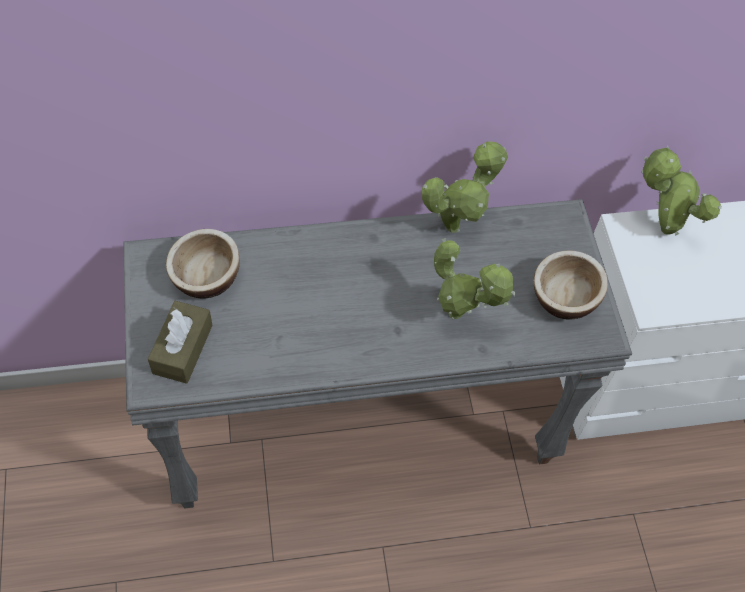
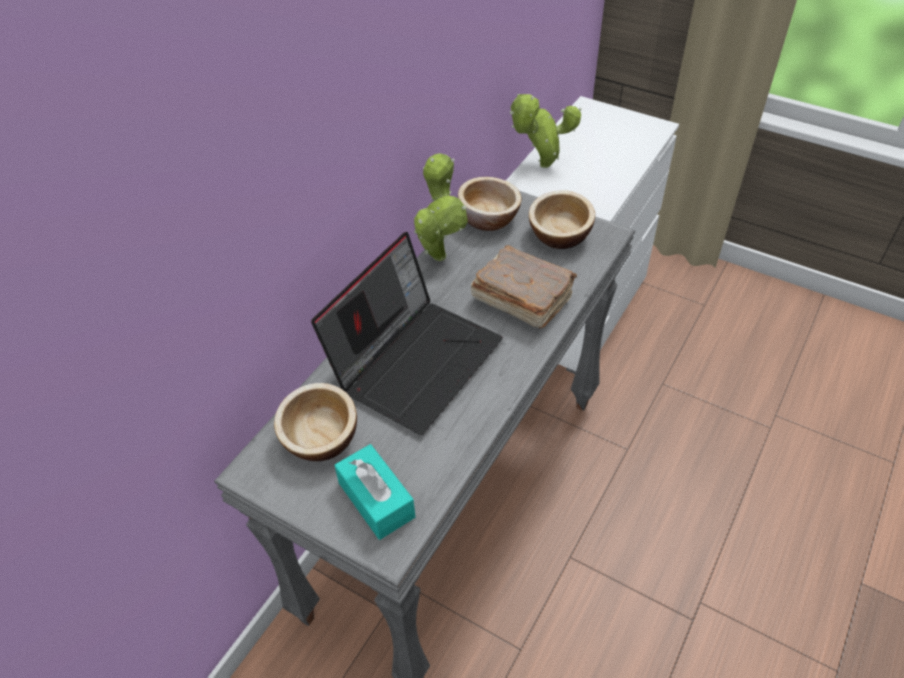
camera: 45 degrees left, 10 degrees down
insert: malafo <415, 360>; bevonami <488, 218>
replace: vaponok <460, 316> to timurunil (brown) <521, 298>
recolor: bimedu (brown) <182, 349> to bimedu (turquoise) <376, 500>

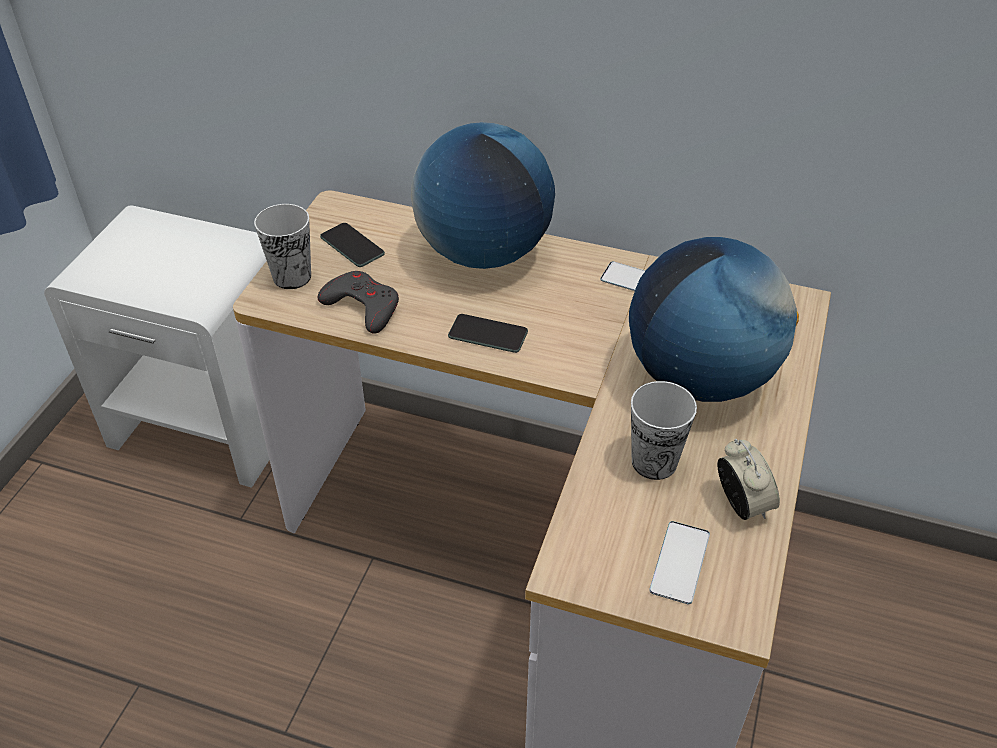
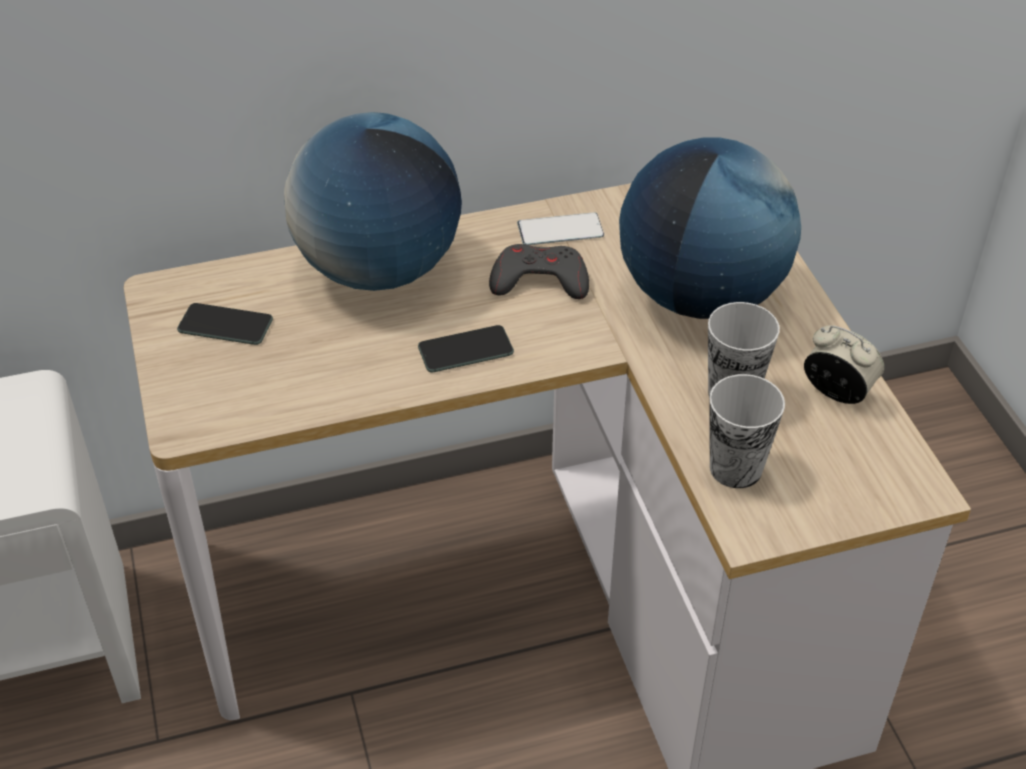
camera: 35 degrees left, 0 degrees up
delete: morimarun <679, 562>
move: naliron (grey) <362, 306> to <539, 280>; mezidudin <292, 277> to <735, 468>

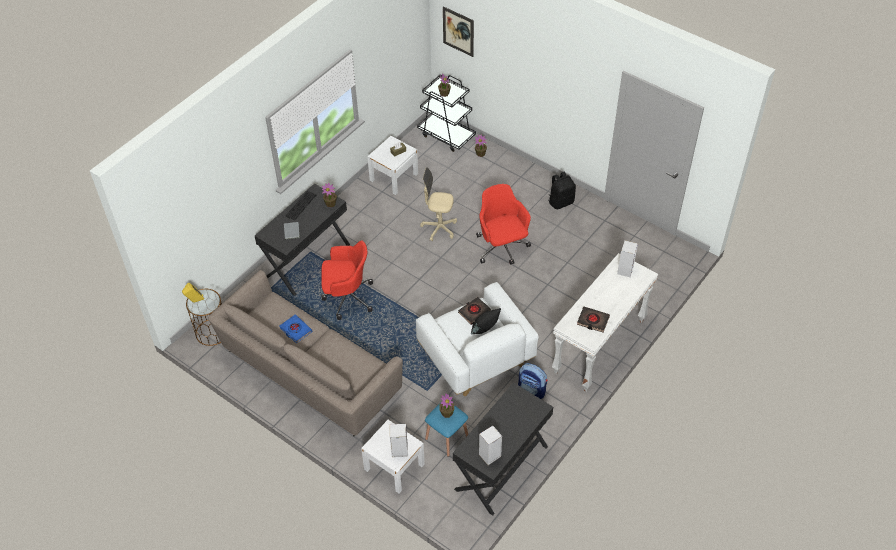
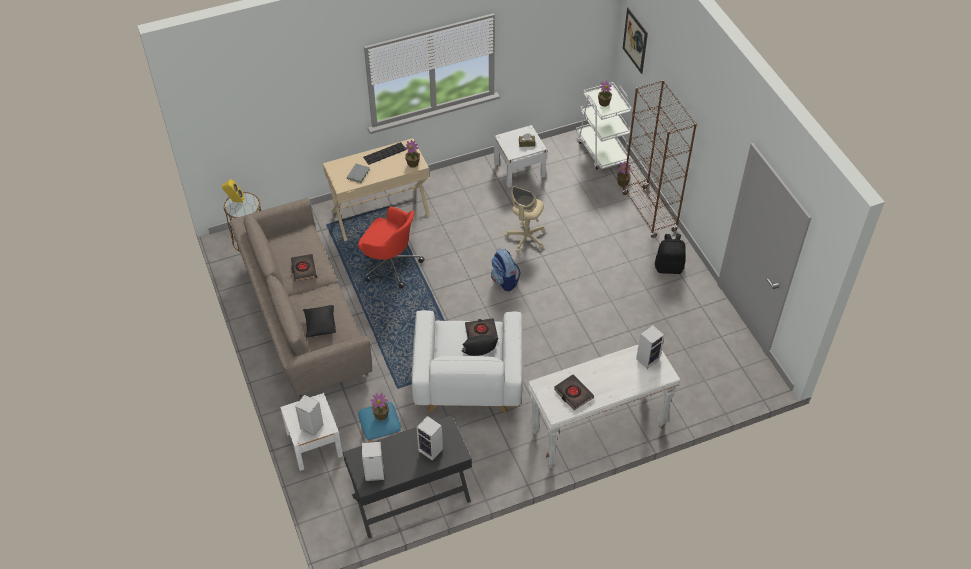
camera: 30 degrees right, 0 degrees up
delete: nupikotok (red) <502, 247>
insert: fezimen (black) <320, 326>; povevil <431, 450>; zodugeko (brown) <649, 212>
move: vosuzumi <532, 390> to <505, 281>
recolor: timurunil (blue) <295, 330> to timurunil (black) <303, 269>; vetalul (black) <307, 260> to vetalul (beige) <380, 213>; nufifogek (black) <446, 135> to nufifogek (white) <602, 150>
rotate: nupikotok (beige) <439, 228> = <526, 238> 105 degrees counterclockwise

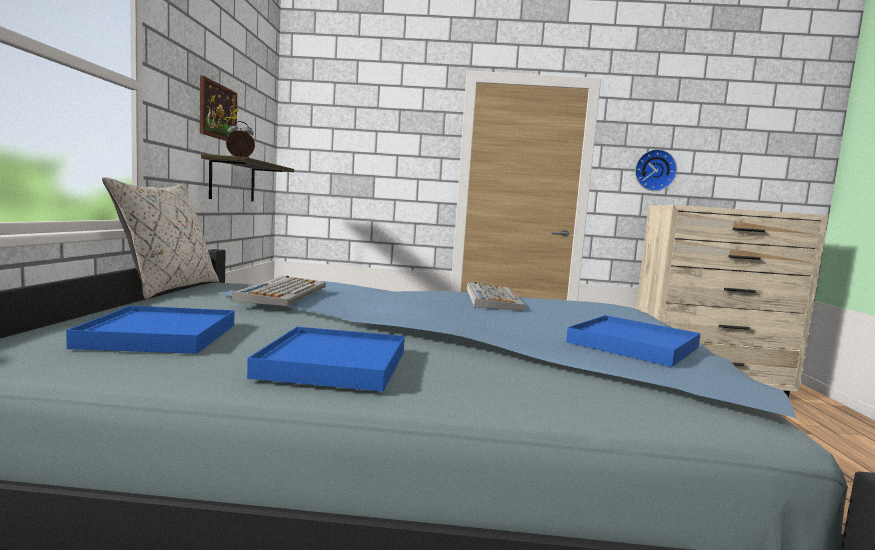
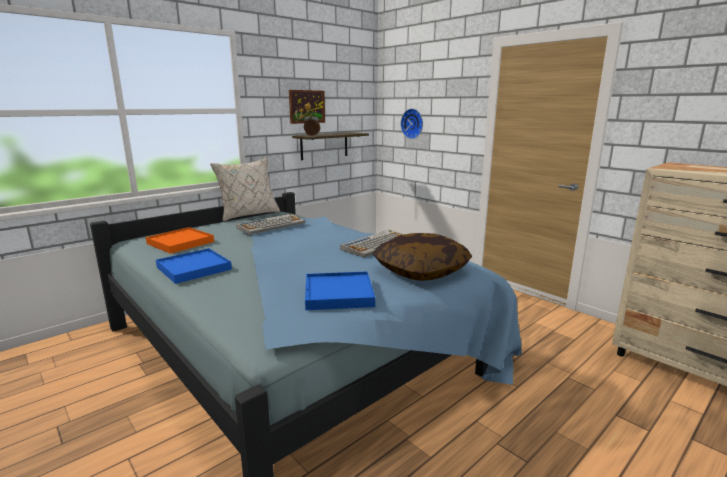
camera: 45 degrees right, 10 degrees up
insert: fezimen <421, 270>
move: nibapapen <654, 170> to <413, 123>
recolor: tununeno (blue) <159, 336> to tununeno (orange) <180, 243>

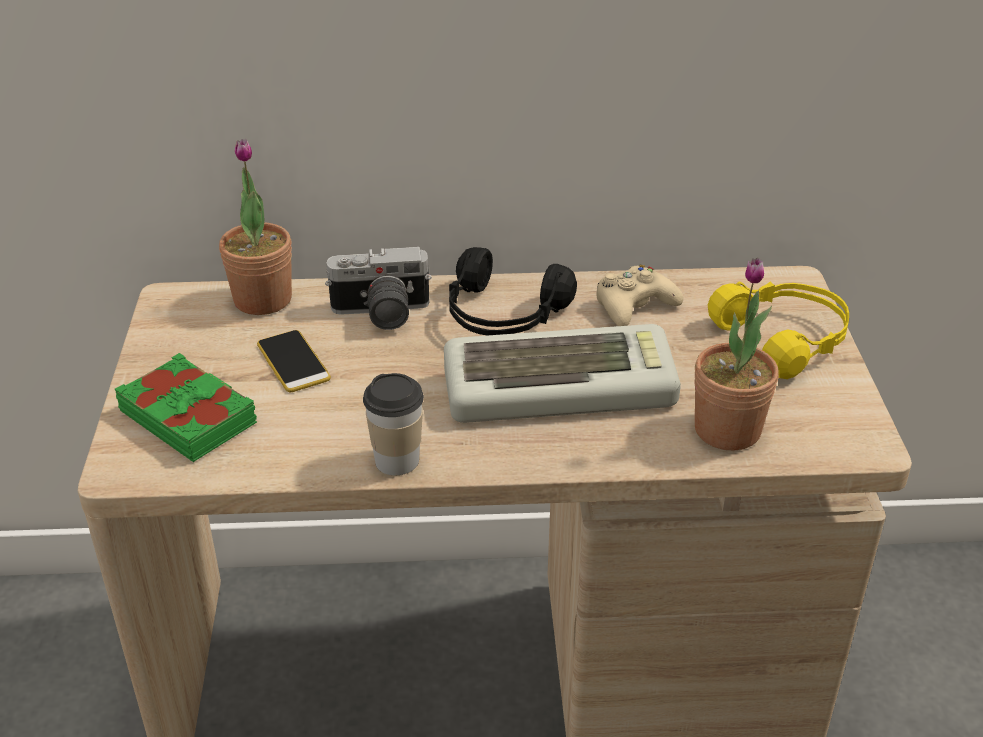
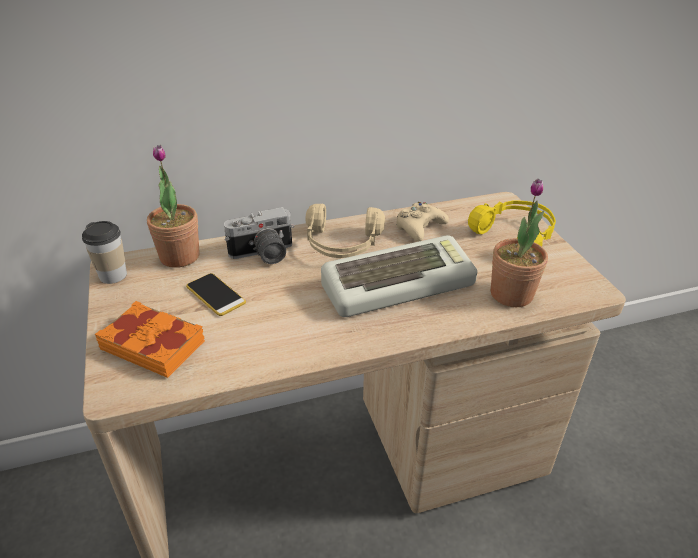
camera: 15 degrees left, 0 degrees up
move: mezidudin <397, 460> to <113, 275>
recolor: timurunil (green) <189, 416> to timurunil (orange) <153, 344>; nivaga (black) <502, 315> to nivaga (beige) <342, 244>

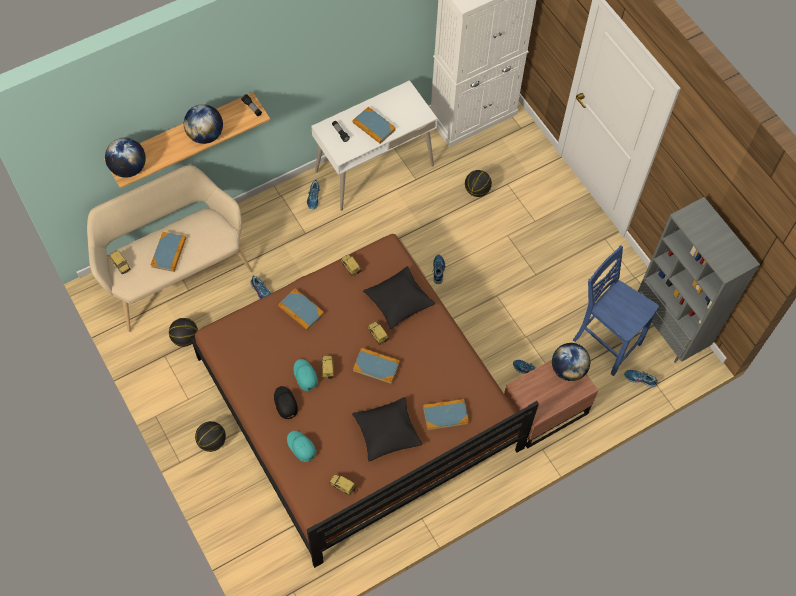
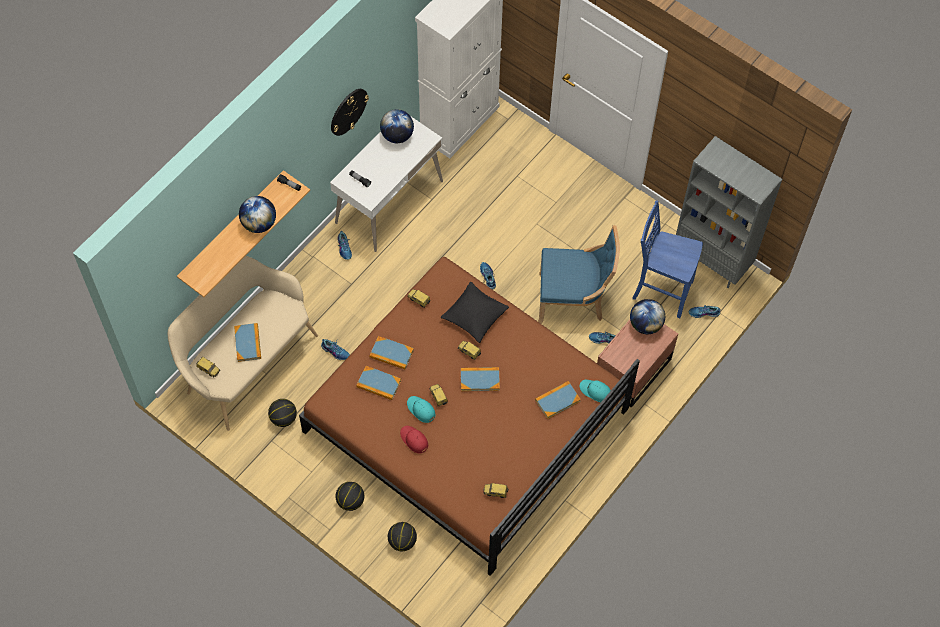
camera: 20 degrees left, 0 degrees up
delete: fezimen (black) <387, 432>
insert: nibapapen <348, 111>; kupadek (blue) <573, 299>
move: timurunil <374, 126> to <378, 384>; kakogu <129, 168> to <397, 135>; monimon <477, 190> to <402, 541>; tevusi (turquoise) <301, 447> to <595, 391>
recolor: tevusi (black) <285, 403> to tevusi (red) <414, 440>

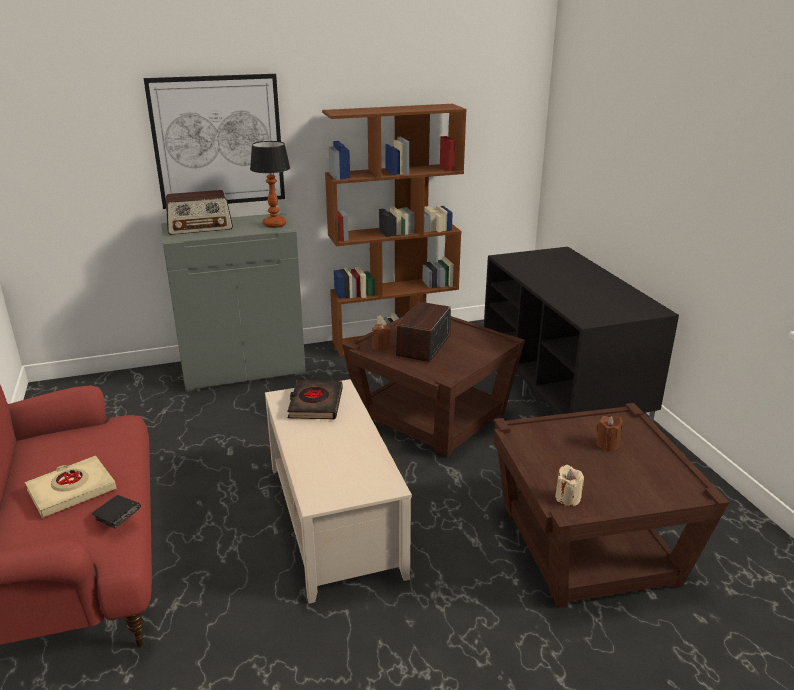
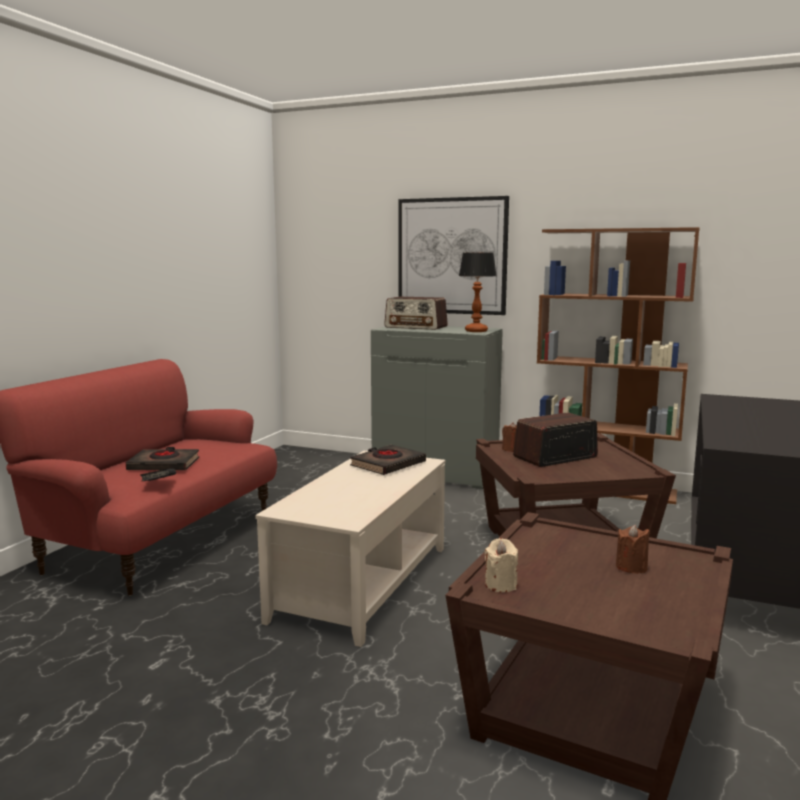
camera: 40 degrees right, 15 degrees down
recolor: timurunil (beige) <72, 490> to timurunil (black) <164, 465>

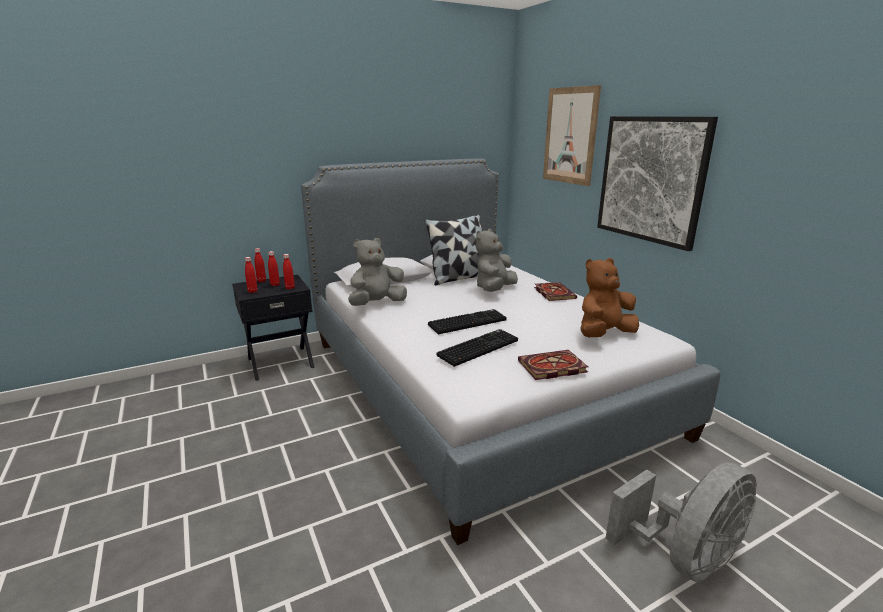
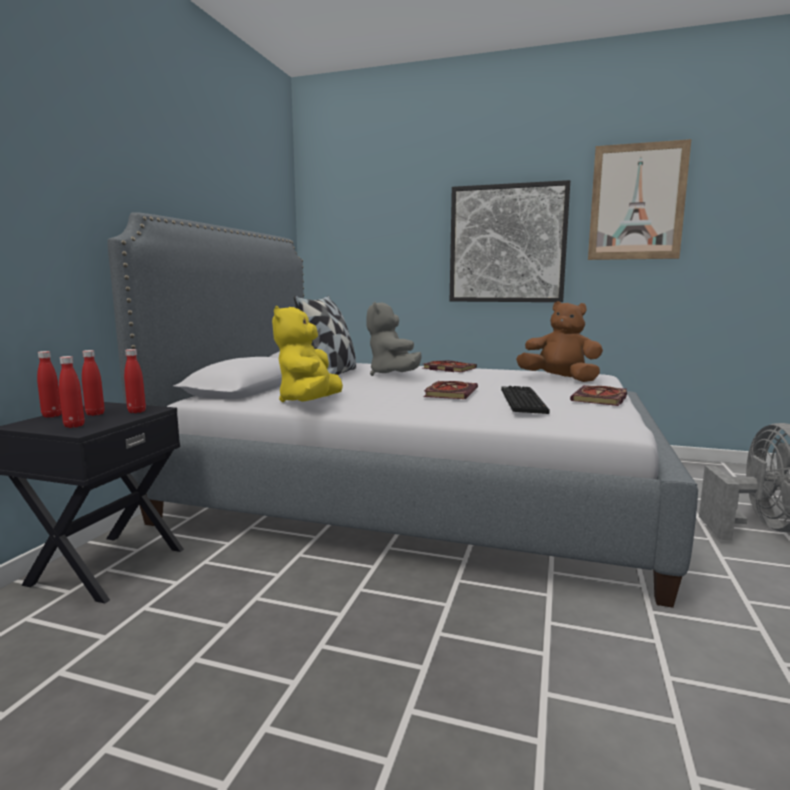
camera: 45 degrees left, 10 degrees down
move: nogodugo <570, 136> to <637, 202>
replace: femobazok <467, 322> to timurunil <450, 393>
recolor: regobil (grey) <377, 304> to regobil (yellow) <309, 402>
rotate: regobil (brown) <603, 334> = <560, 379> 105 degrees clockwise

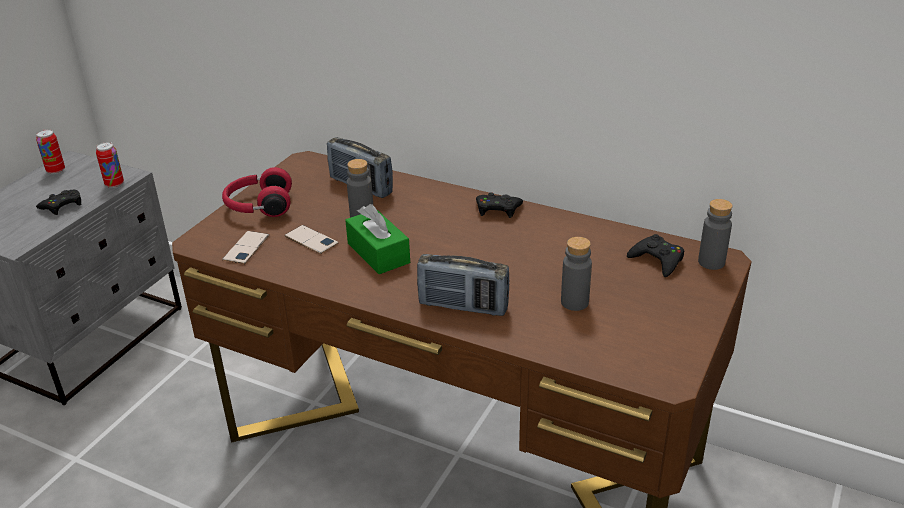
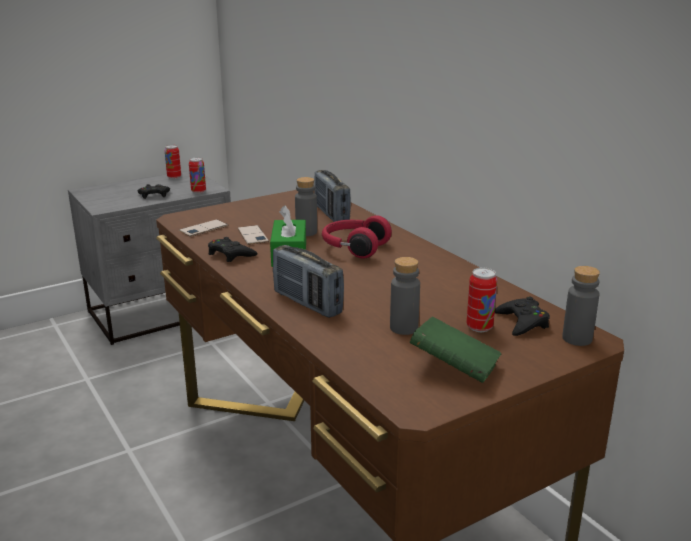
camera: 30 degrees right, 10 degrees down
insert: timurunil (green) <454, 368>; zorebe <479, 327>
move: naliron (black) <498, 209> to <230, 254>; nivaga (red) <259, 207> to <354, 248>

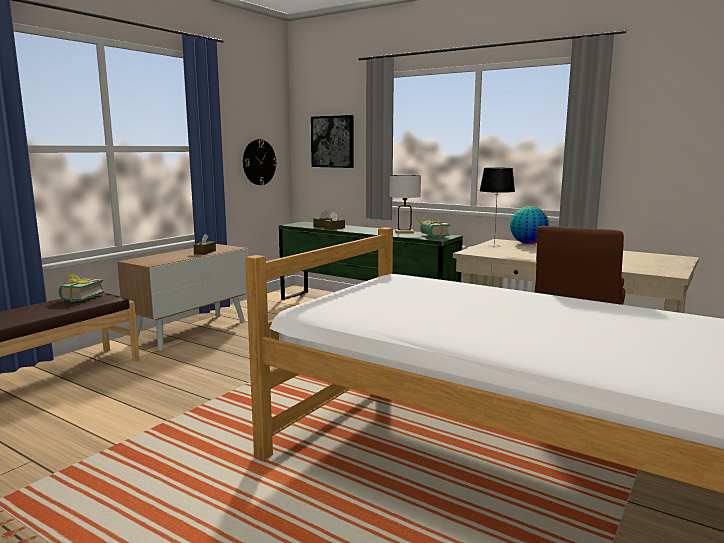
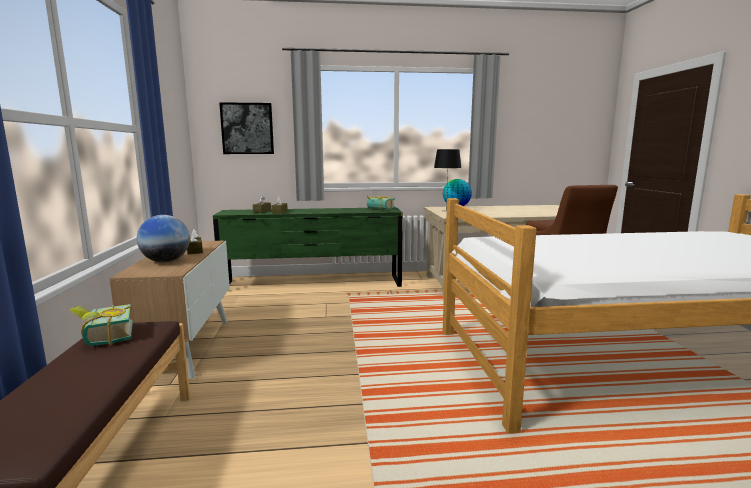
camera: 40 degrees left, 0 degrees up
delete: nibapapen <259, 162>; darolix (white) <404, 232>
insert: kakogu <166, 261>

